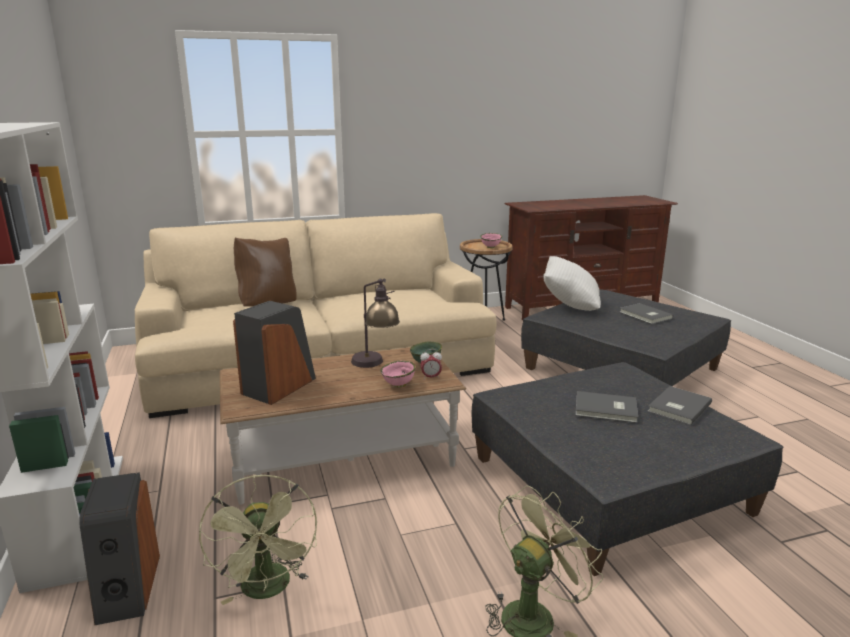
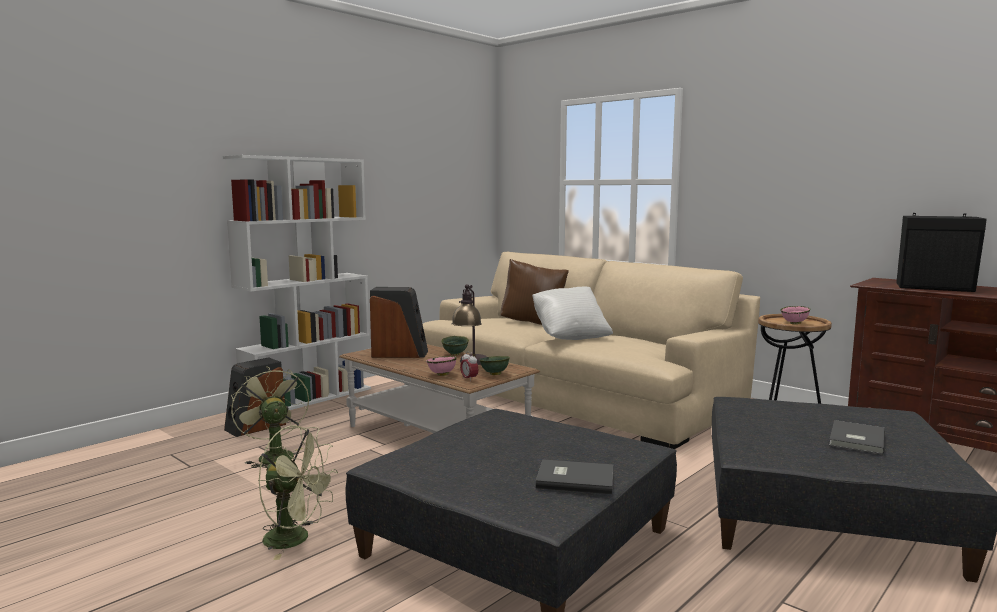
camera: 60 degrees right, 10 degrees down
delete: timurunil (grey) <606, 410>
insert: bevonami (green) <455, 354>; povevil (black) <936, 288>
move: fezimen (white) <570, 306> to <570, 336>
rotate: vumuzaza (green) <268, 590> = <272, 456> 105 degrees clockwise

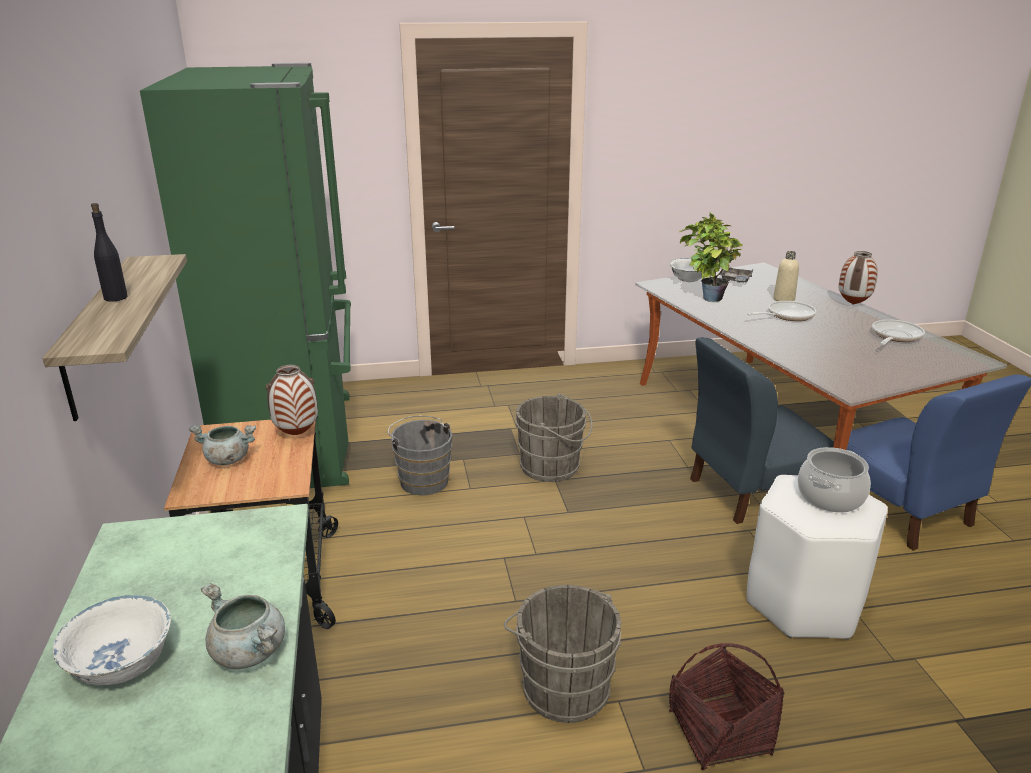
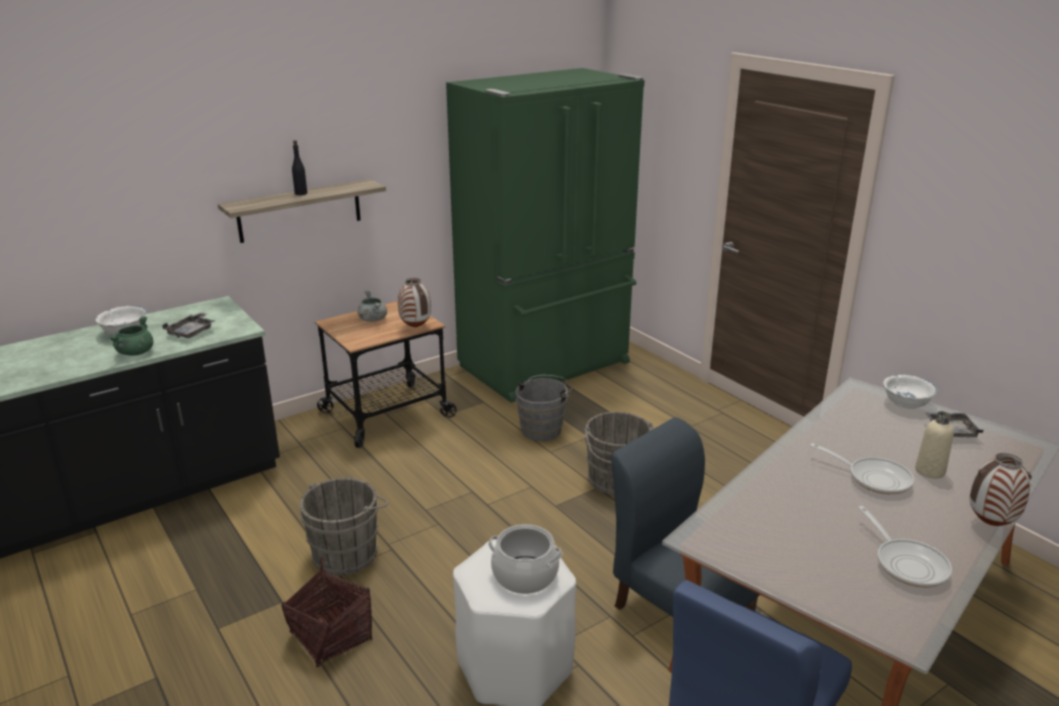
camera: 65 degrees right, 0 degrees up
delete: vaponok <706, 298>
insert: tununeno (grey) <192, 332>
recolor: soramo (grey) <250, 652> to soramo (green) <135, 353>
rotate: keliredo <895, 336> = <907, 564> 60 degrees clockwise

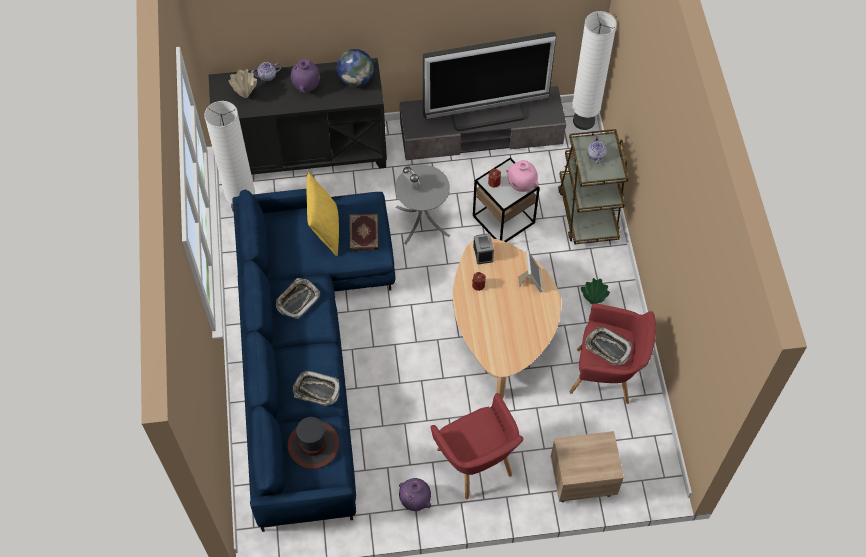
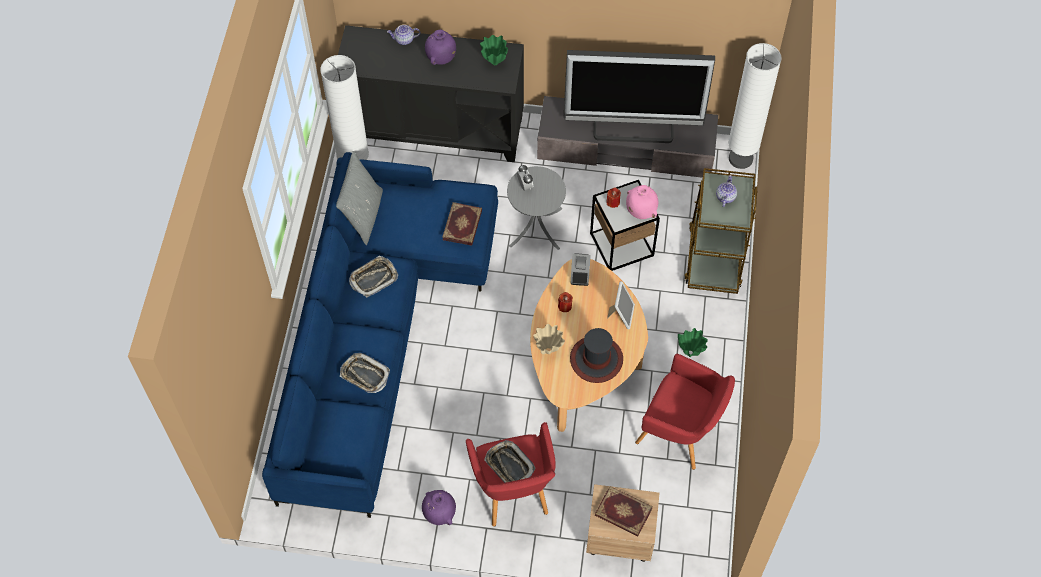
camera: 15 degrees right, 0 degrees up
delete: fezimen (yellow) <325, 230>
insert: fezimen (grey) <363, 215>; timurunil <623, 513>
move: tununeno <607, 348> to <509, 465>; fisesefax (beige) <246, 95> to <548, 350>; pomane <313, 445> to <596, 359>
replace: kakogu <356, 79> to fisesefax (green) <494, 62>

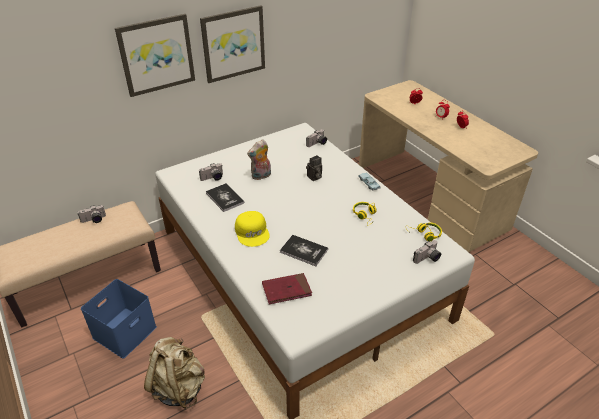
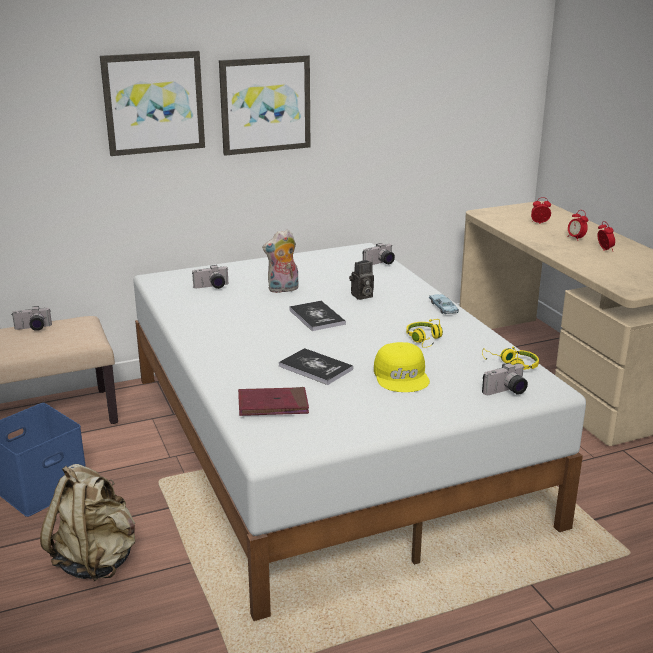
camera: 10 degrees right, 15 degrees down
move: timurunil <225, 198> to <317, 317>; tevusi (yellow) <252, 232> to <402, 376>

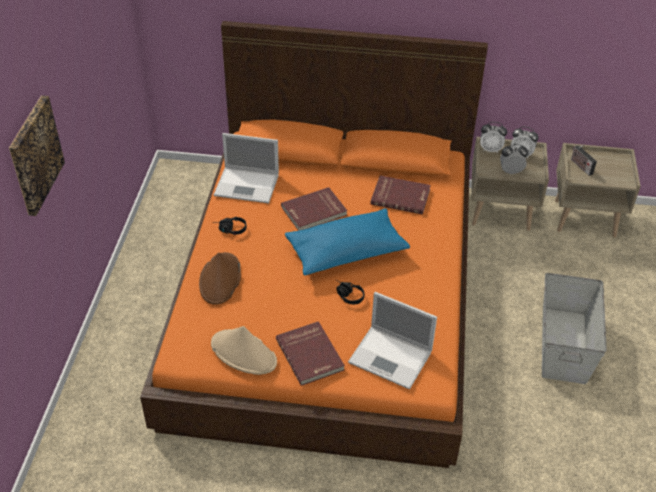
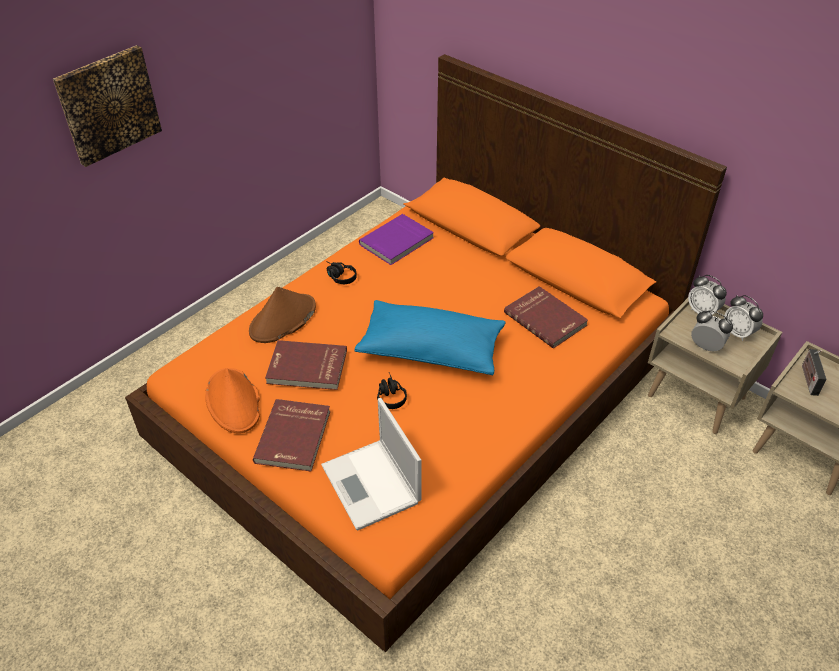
camera: 35 degrees right, 0 degrees up
delete: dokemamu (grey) <564, 344>
move: timurunil (red) <314, 211> to <307, 368>
replace: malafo <248, 185> to timurunil (purple) <397, 242>
recolor: pomane (beige) <244, 353> to pomane (orange) <233, 401>

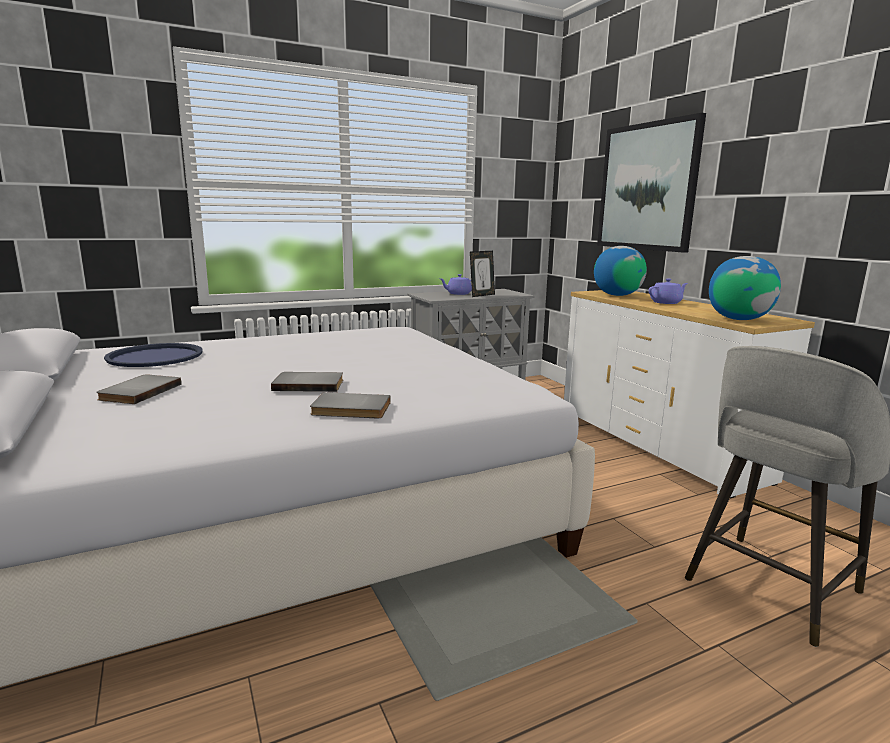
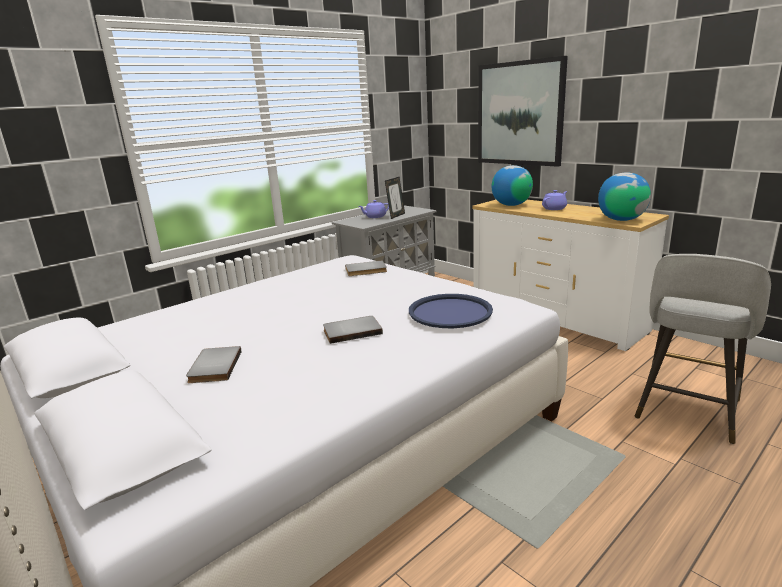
camera: 15 degrees left, 5 degrees up
move: timurunil (grey) <350, 409> to <366, 270>; tununeno (blue) <155, 356> to <450, 312>

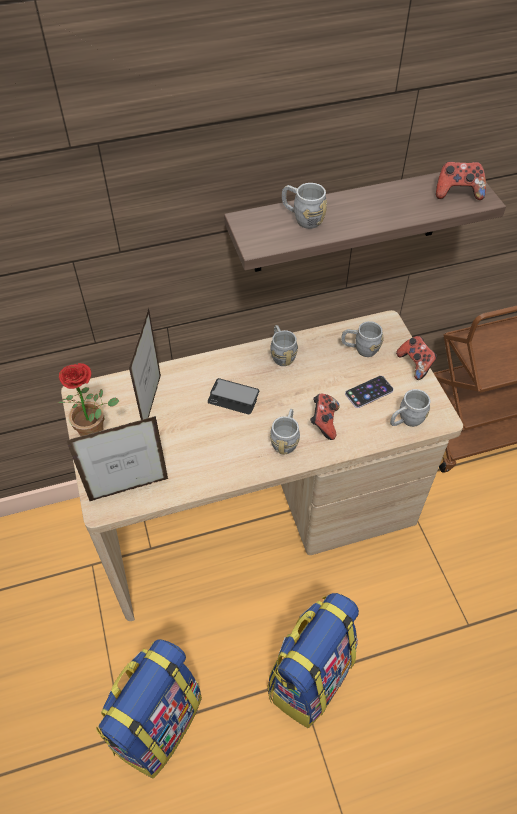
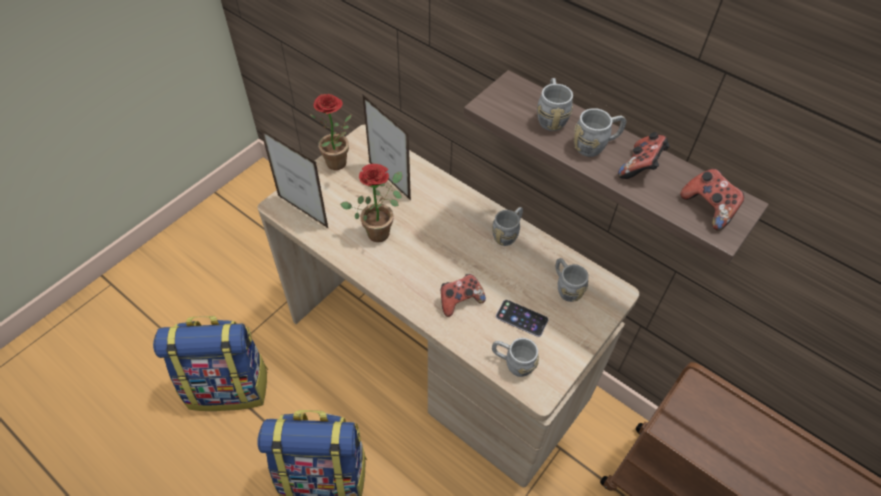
camera: 55 degrees right, 0 degrees up
delete: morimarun <233, 397>
insert: vaponok <380, 230>
move: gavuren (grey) <286, 439> to <596, 145>; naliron <415, 364> to <640, 168>
rotate: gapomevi <152, 403> = <389, 181> 105 degrees counterclockwise

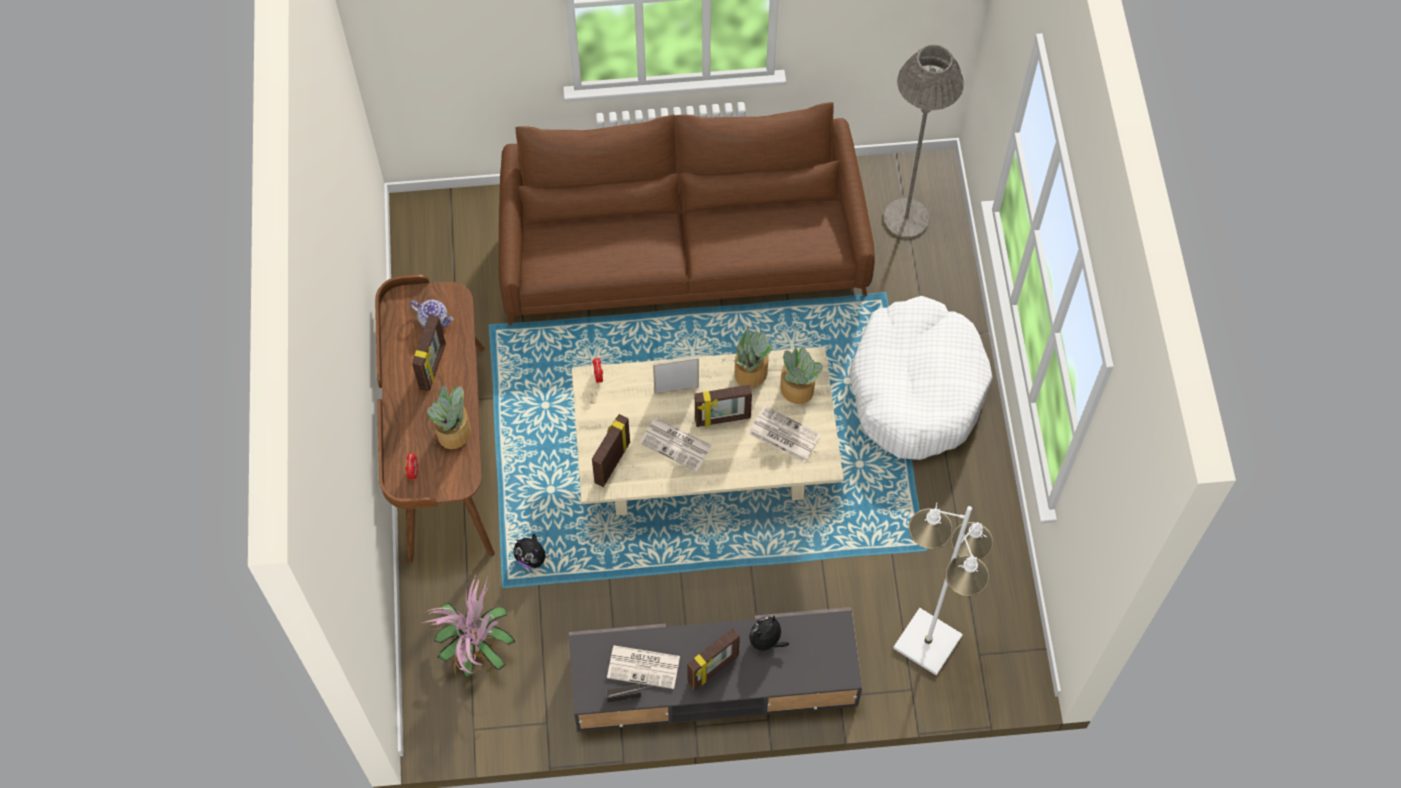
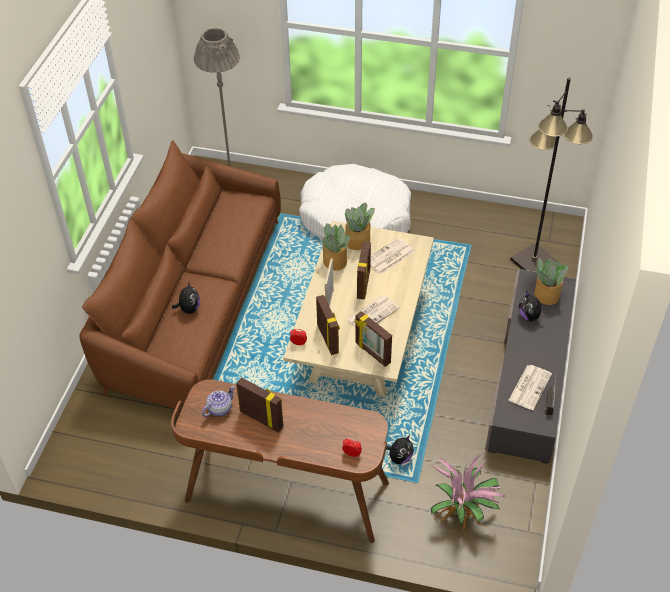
camera: 70 degrees left, 15 degrees down
insert: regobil <189, 309>
move: gapomevi <713, 669> to <328, 339>; vaponok <454, 432> to <546, 295>
recolor: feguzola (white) <927, 641> to feguzola (black) <533, 262>

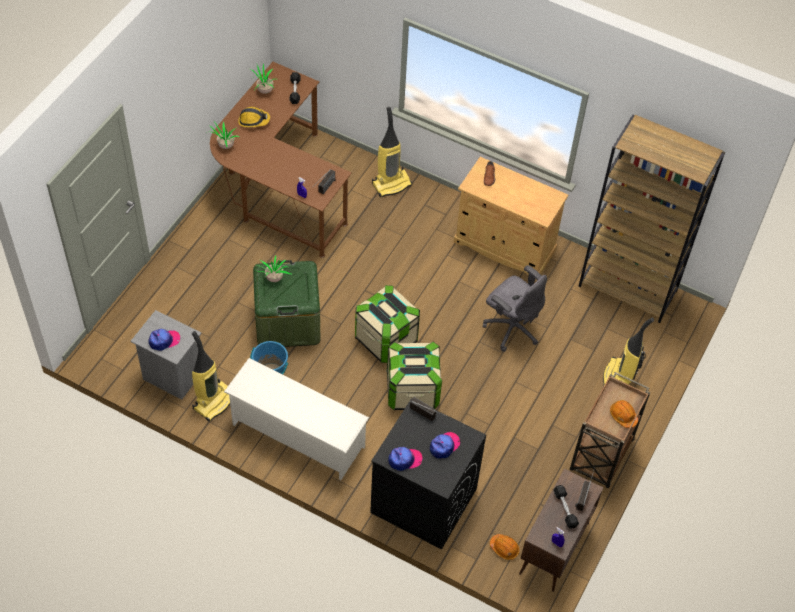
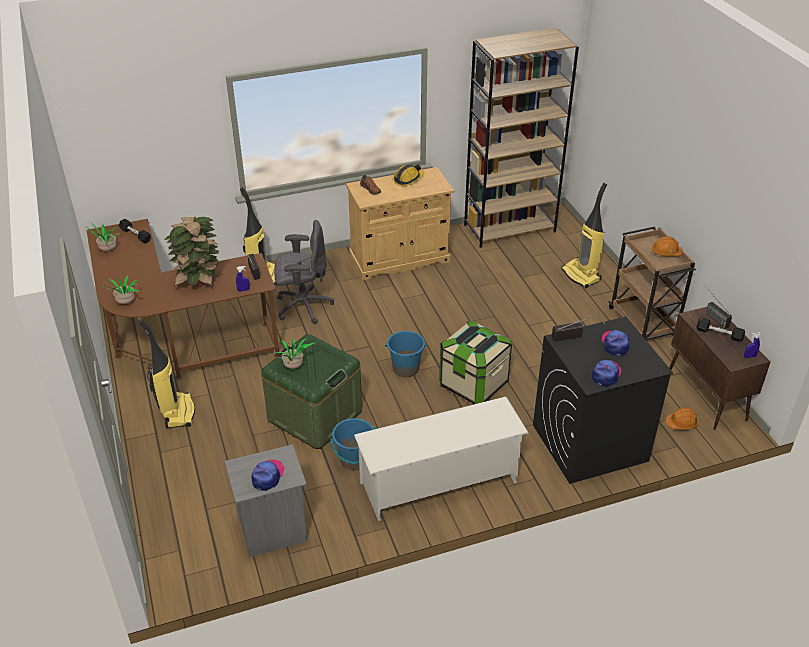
camera: 45 degrees left, 15 degrees down
insert: vaponok <198, 282>
move: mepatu <214, 401> to <177, 412>; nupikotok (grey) <512, 327> to <303, 306>; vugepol <253, 120> to <408, 179>
replace: dokemamu <386, 339> to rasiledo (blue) <405, 368>

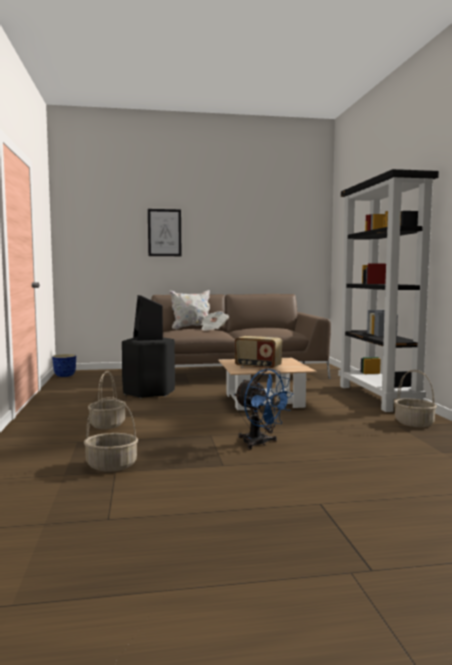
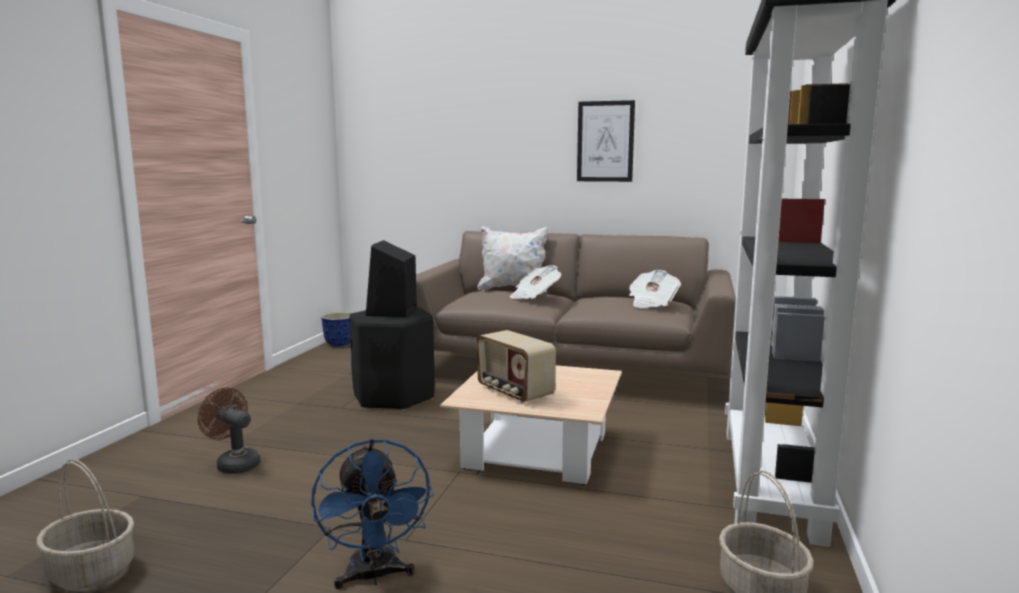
camera: 25 degrees right, 5 degrees up
insert: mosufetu <651, 303>
move: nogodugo <164, 232> to <605, 141>
replace: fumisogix <107, 425> to vumuzaza (brown) <234, 464>

